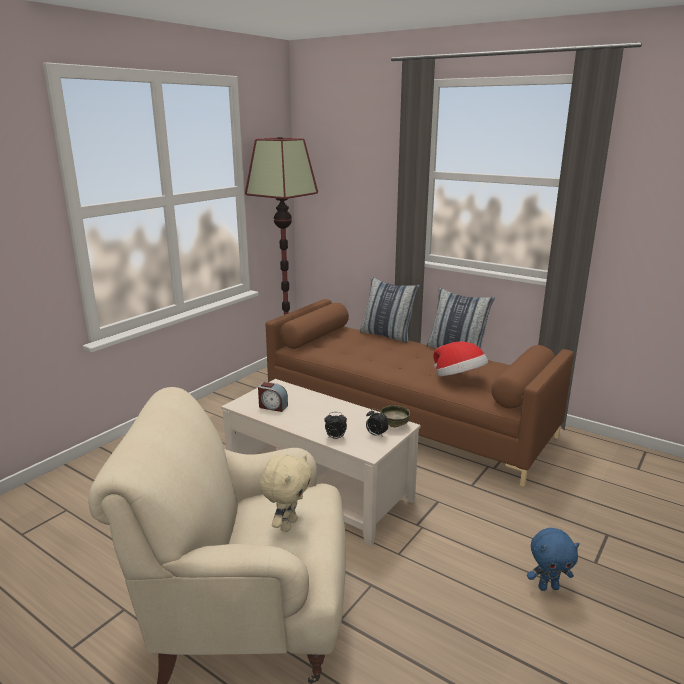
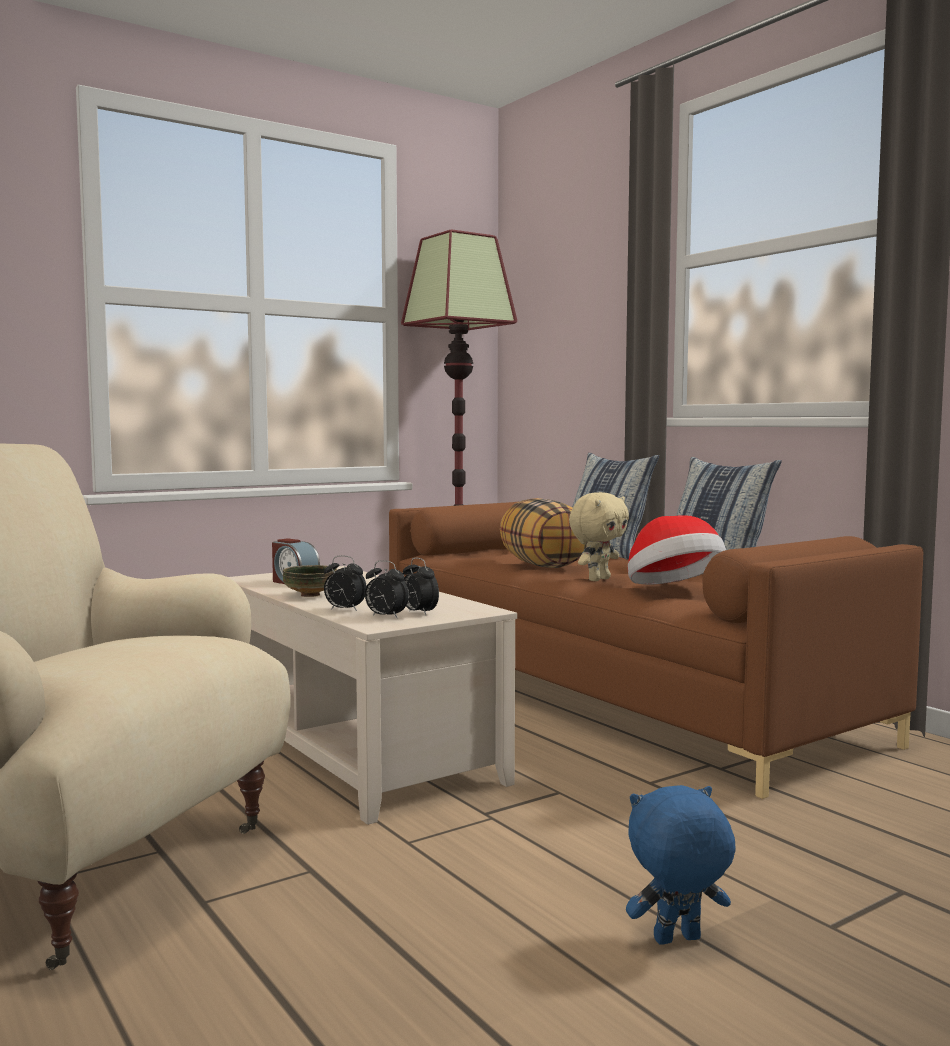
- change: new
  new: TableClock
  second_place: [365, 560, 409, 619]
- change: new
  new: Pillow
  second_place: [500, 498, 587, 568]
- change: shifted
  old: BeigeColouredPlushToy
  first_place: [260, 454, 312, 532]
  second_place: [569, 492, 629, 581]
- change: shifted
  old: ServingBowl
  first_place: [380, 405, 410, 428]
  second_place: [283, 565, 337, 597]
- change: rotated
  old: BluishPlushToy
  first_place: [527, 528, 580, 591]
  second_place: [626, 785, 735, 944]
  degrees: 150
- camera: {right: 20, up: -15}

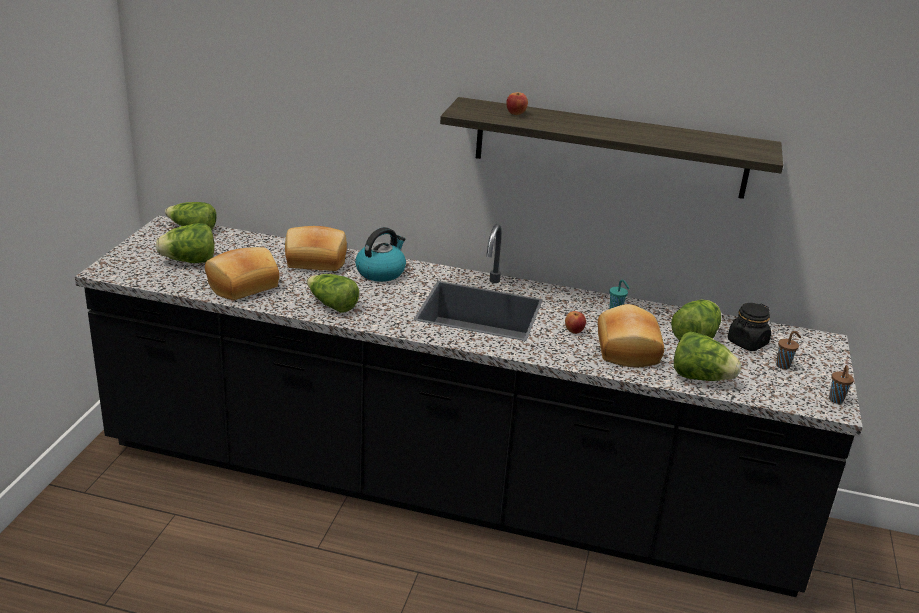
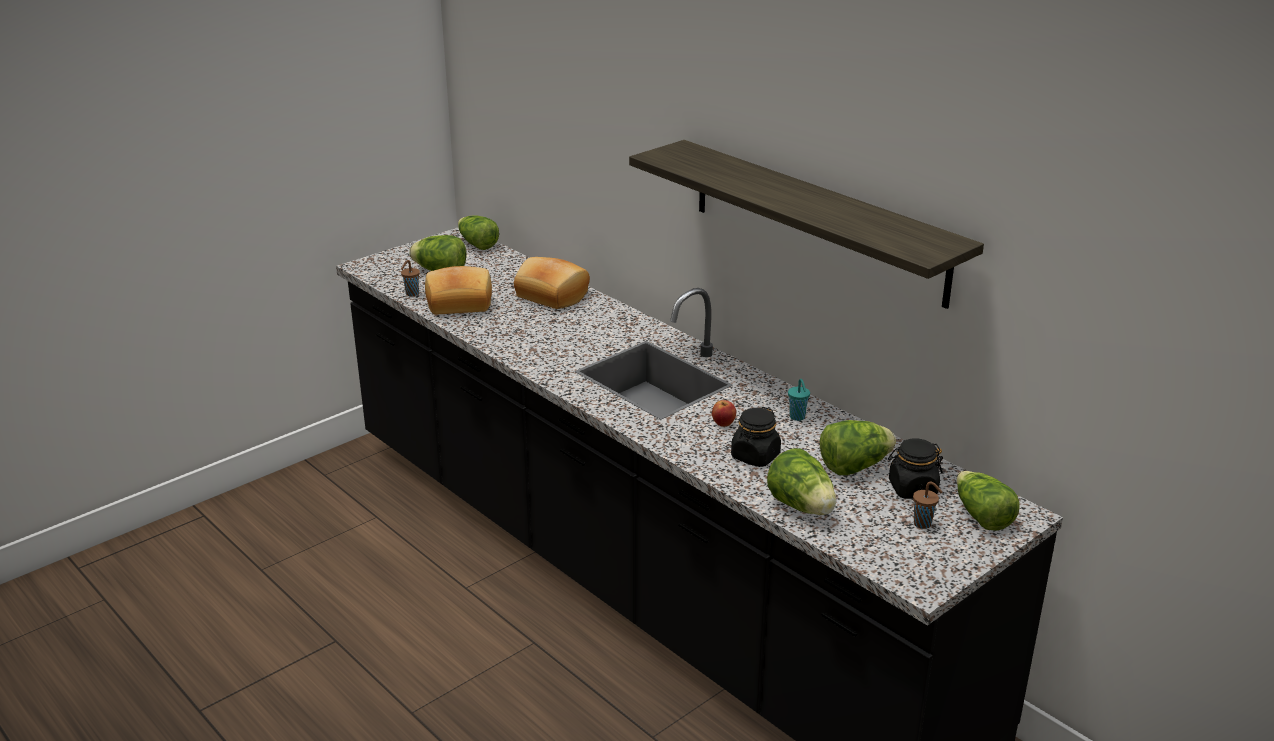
- change: gone
  old: Kettle
  first_place: [355, 227, 406, 282]
- change: gone
  old: Apple
  first_place: [506, 92, 528, 115]
- change: shifted
  old: Lettuce
  first_place: [307, 274, 359, 313]
  second_place: [957, 471, 1020, 531]
- change: shifted
  old: BrownColouredCup
  first_place: [829, 365, 854, 404]
  second_place: [401, 260, 420, 297]
- change: swapped
  old: Bread
  new: BlackJar
  first_place: [598, 304, 664, 367]
  second_place: [731, 407, 781, 467]
- camera: {right: 35, up: 0}

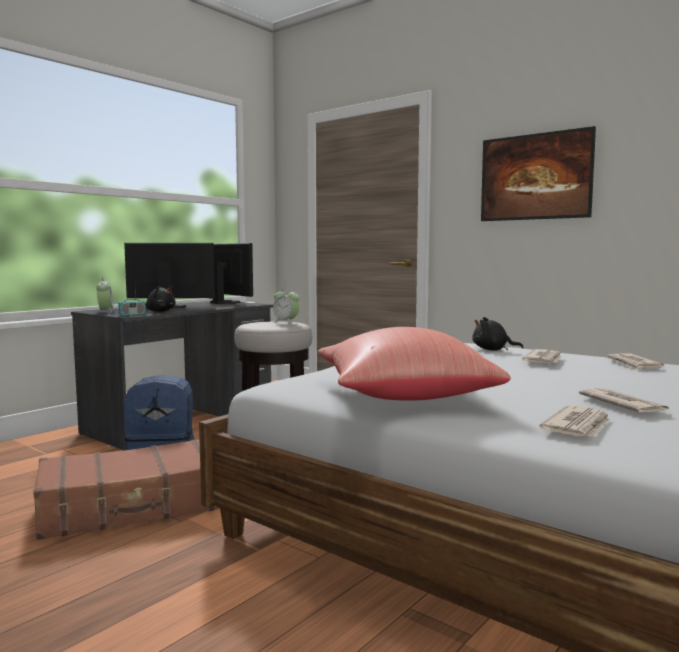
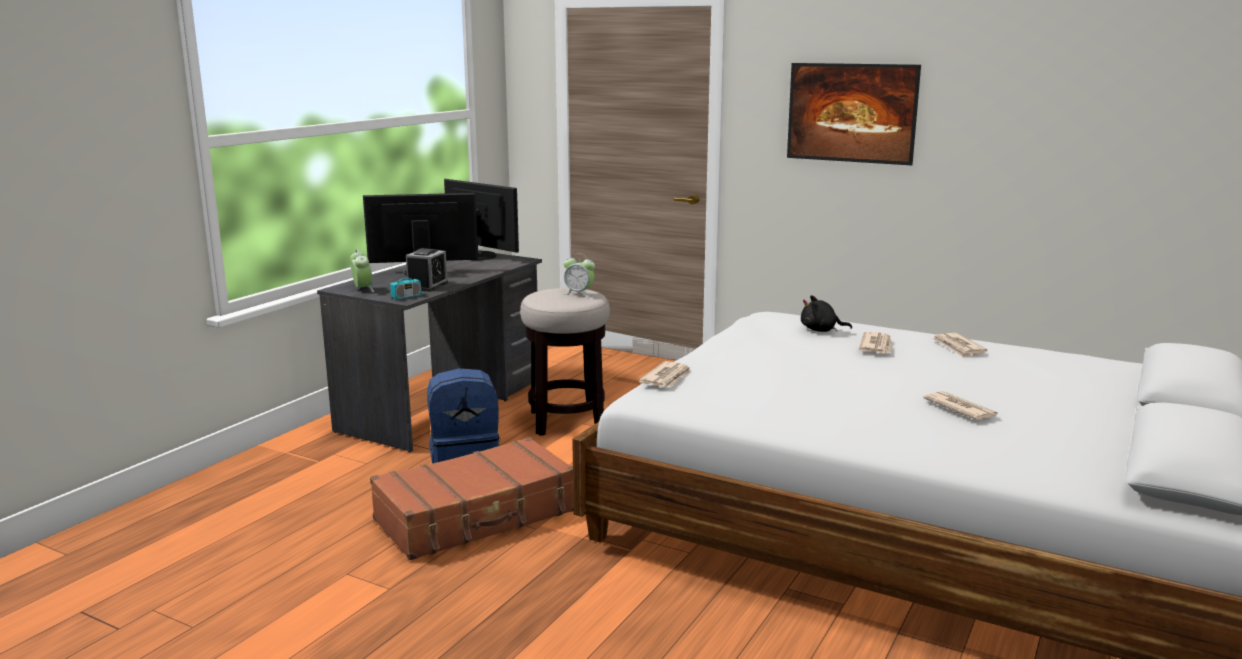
- change: gone
  old: RedColouredPillow
  first_place: [318, 327, 511, 401]
- change: shifted
  old: DailyPaper
  first_place: [539, 405, 610, 437]
  second_place: [638, 361, 691, 387]
- change: swapped
  old: BlackPlushToy
  new: TableClock
  first_place: [145, 286, 176, 312]
  second_place: [406, 248, 448, 292]
- camera: {right: -10, up: 10}

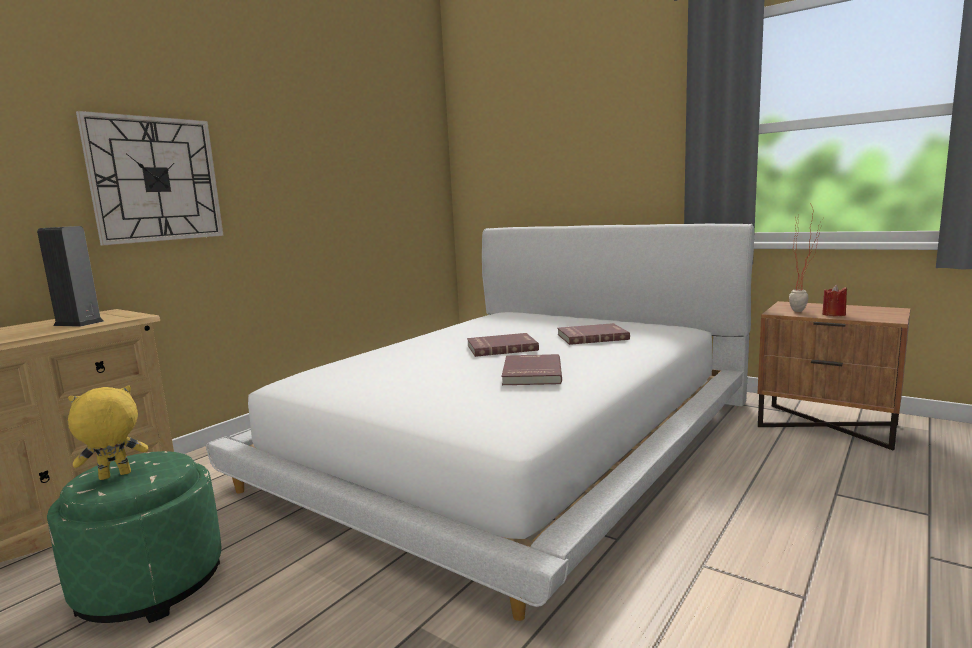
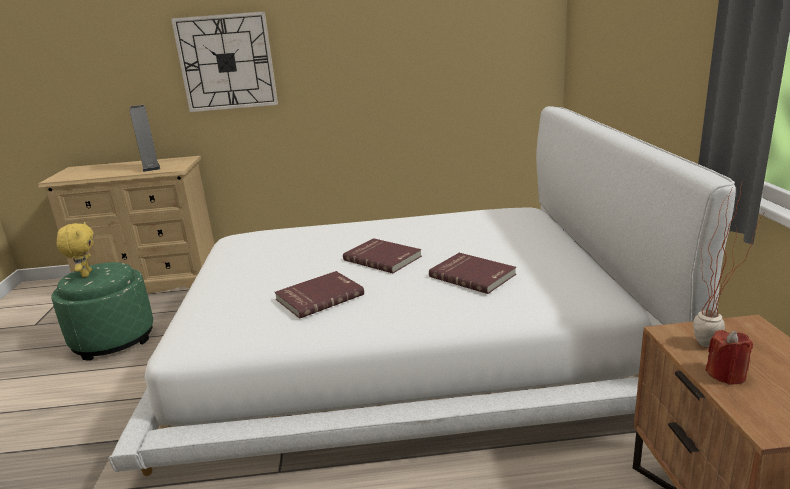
- change: rotated
  old: YellowColouredPlushToy
  first_place: [68, 386, 148, 480]
  second_place: [57, 222, 94, 277]
  degrees: 60
- camera: {right: 50, up: 10}

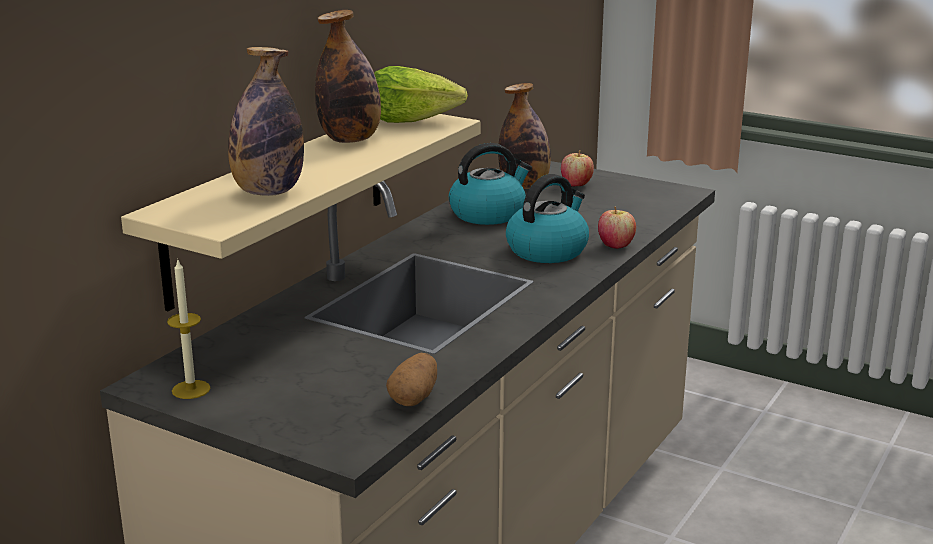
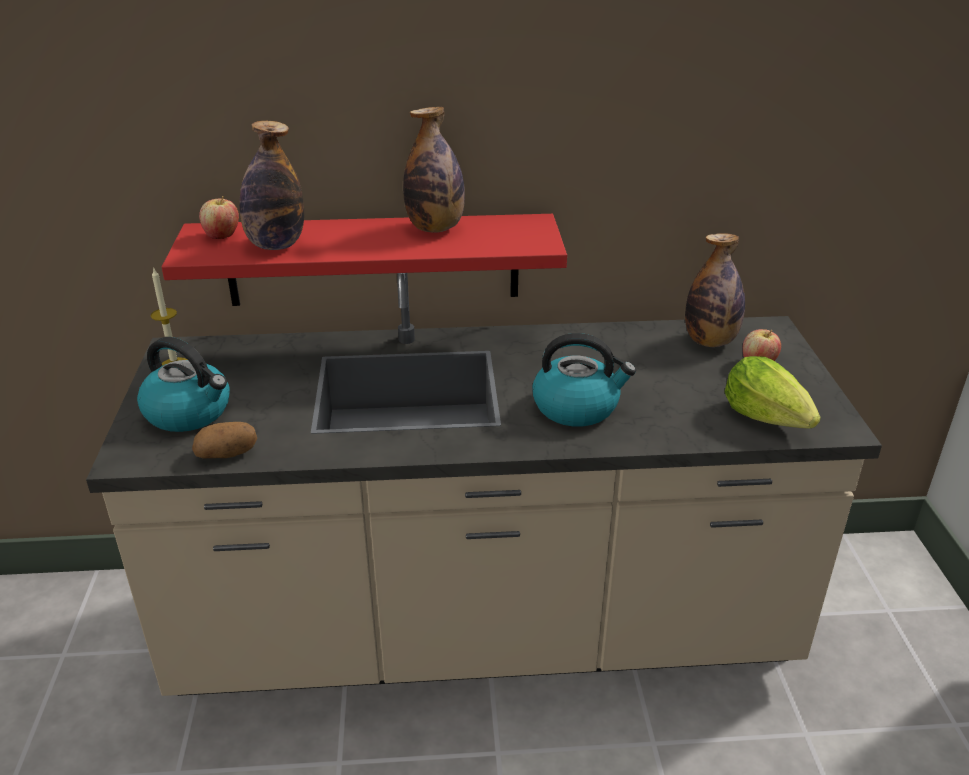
- change: shifted
  old: Lettuce
  first_place: [374, 66, 468, 123]
  second_place: [725, 356, 821, 429]
- change: shifted
  old: Kettle
  first_place: [449, 143, 532, 225]
  second_place: [137, 337, 230, 432]
- change: shifted
  old: Apple
  first_place: [598, 206, 636, 249]
  second_place: [199, 196, 239, 239]
- change: repainted
  old: BeigeColouredBracketShelf
  new: RedColouredBracketShelf
  first_place: [121, 114, 480, 311]
  second_place: [162, 214, 567, 306]
- camera: {right: 55, up: 10}

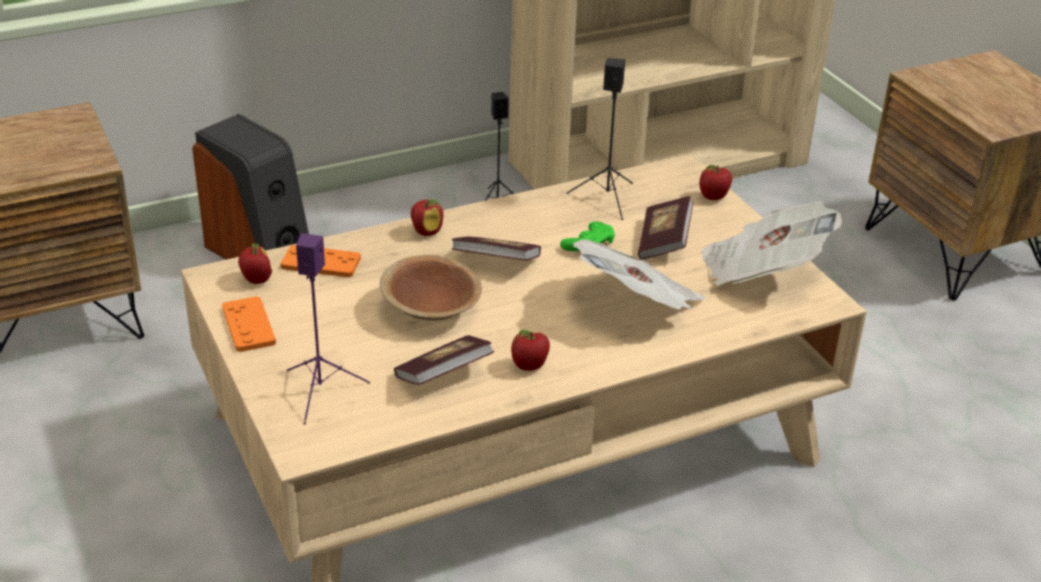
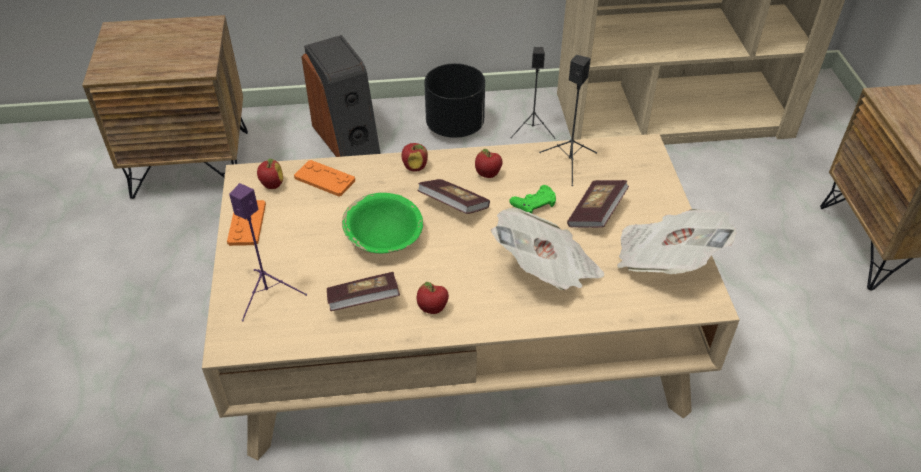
- change: new
  new: BlackFlowerPot
  second_place: [424, 63, 485, 138]
- change: shifted
  old: Apple
  first_place: [700, 165, 732, 200]
  second_place: [475, 149, 503, 178]
- change: repainted
  old: BrownColouredServingBowl
  new: GreenishServingBowl
  first_place: [380, 255, 482, 321]
  second_place: [342, 193, 423, 254]
- camera: {right: 20, up: 10}

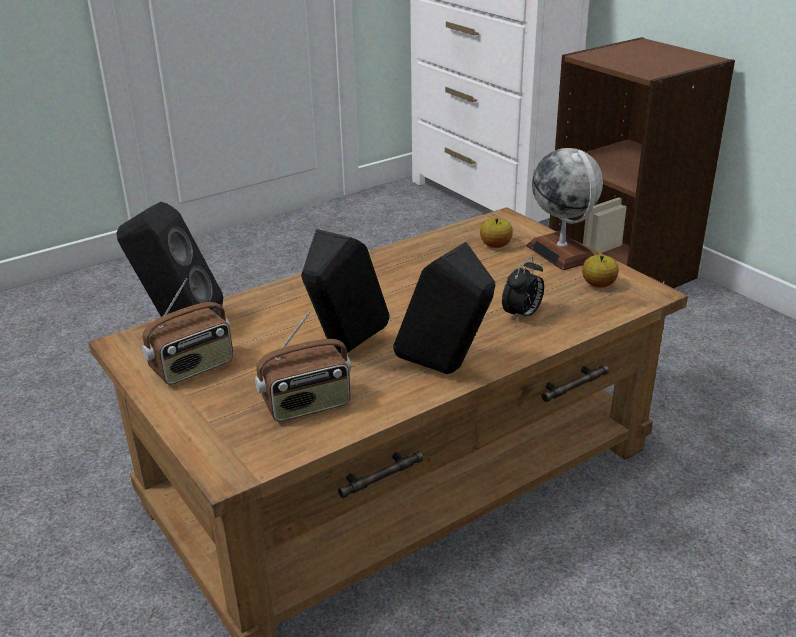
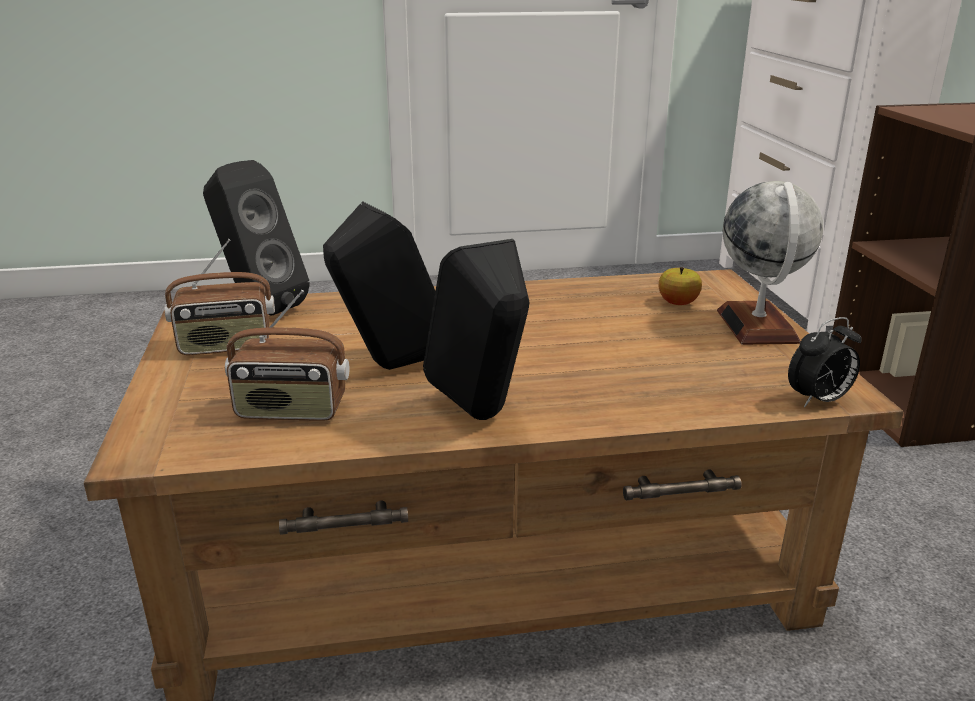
- change: gone
  old: Apple
  first_place: [582, 255, 619, 287]
- change: shifted
  old: TableClock
  first_place: [502, 257, 544, 322]
  second_place: [788, 317, 862, 407]
- camera: {right: 25, up: -5}

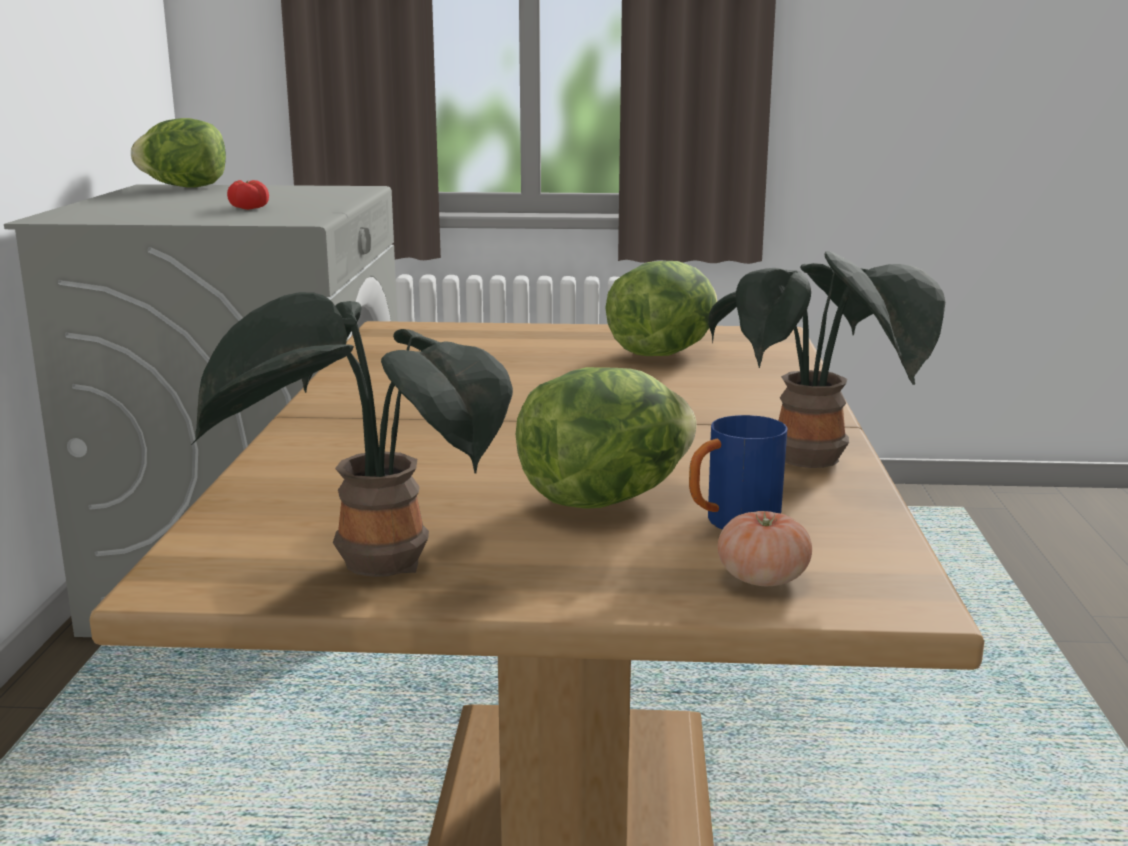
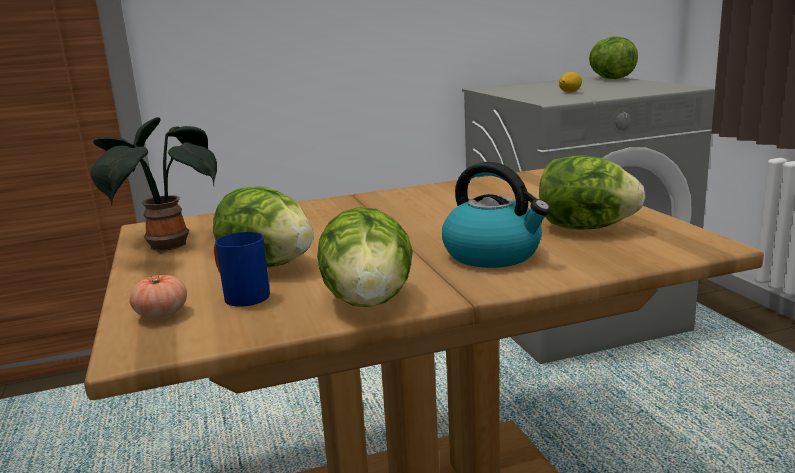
- change: new
  new: Kettle
  second_place: [442, 162, 550, 268]
- change: swapped
  old: WholeTomato
  new: WholeLemon
  first_place: [227, 180, 269, 210]
  second_place: [559, 72, 582, 93]
- change: swapped
  old: Houseplant
  new: Lettuce
  first_place: [708, 251, 945, 468]
  second_place: [317, 207, 413, 307]
- camera: {right: 70, up: 0}

